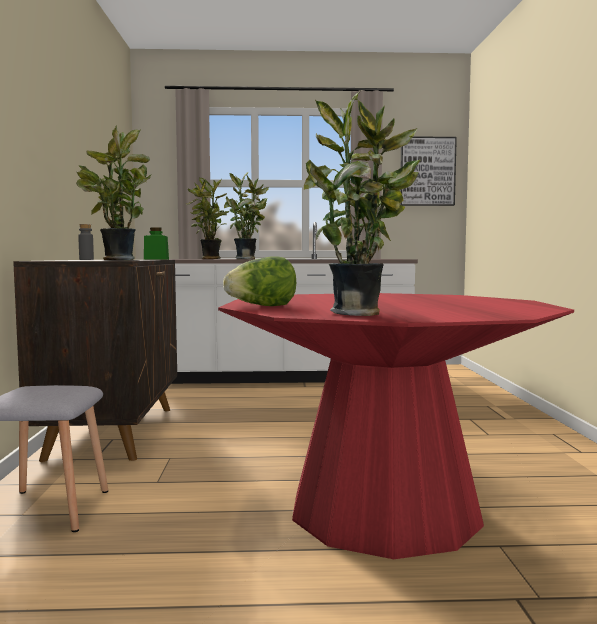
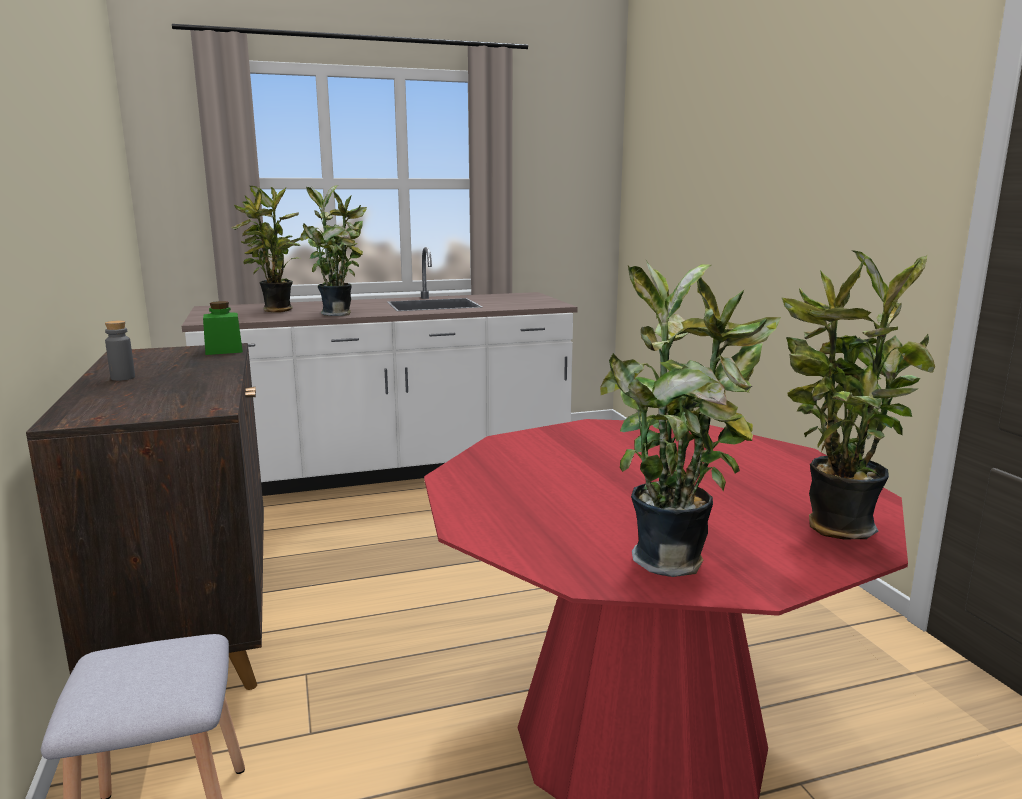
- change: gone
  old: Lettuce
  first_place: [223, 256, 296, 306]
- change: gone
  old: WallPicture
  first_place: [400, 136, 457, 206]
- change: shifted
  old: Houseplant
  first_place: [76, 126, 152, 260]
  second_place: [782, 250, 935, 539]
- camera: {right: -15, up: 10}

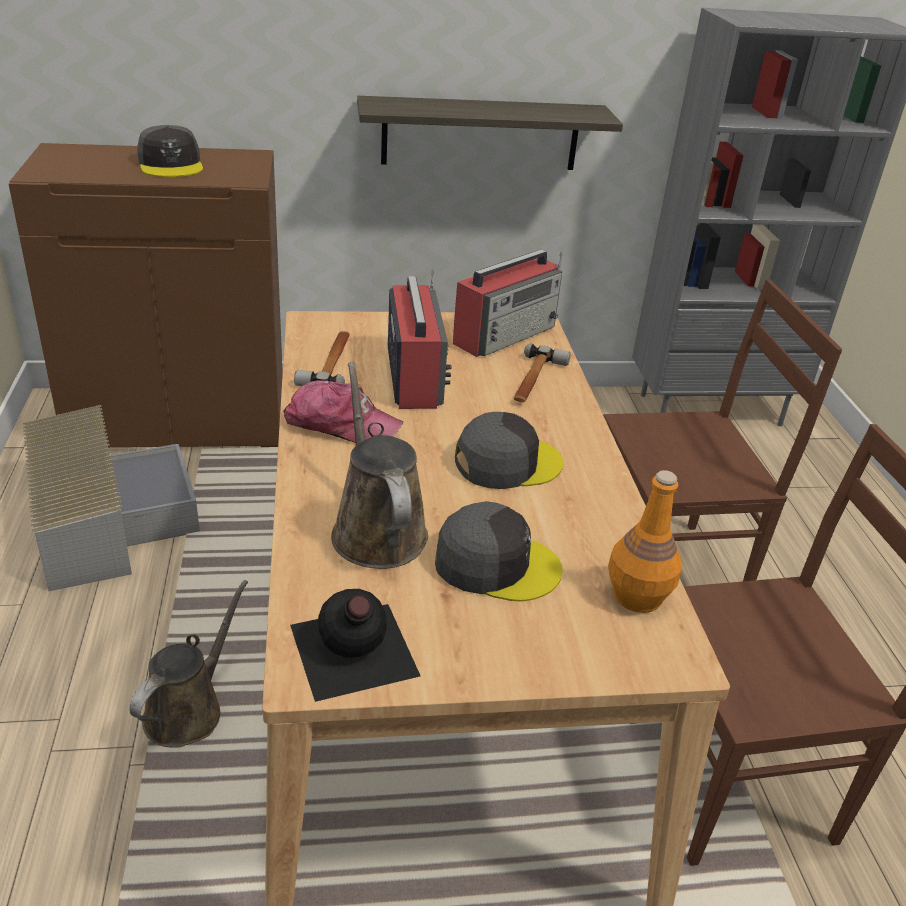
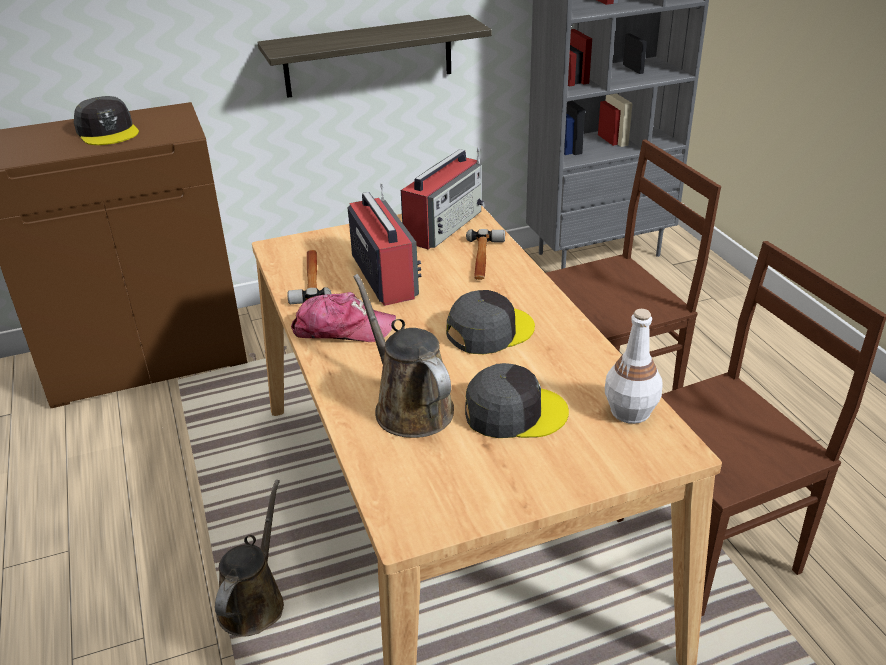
- change: gone
  old: GrayStorageBin
  first_place: [23, 405, 200, 591]
- change: gone
  old: BlackDrinkBottle
  first_place: [290, 589, 420, 702]
- change: repainted
  old: OrangeDrinkBottle
  new: WhitishDrinkBottle
  first_place: [608, 470, 682, 613]
  second_place: [605, 309, 663, 424]
- camera: {right: -10, up: 0}

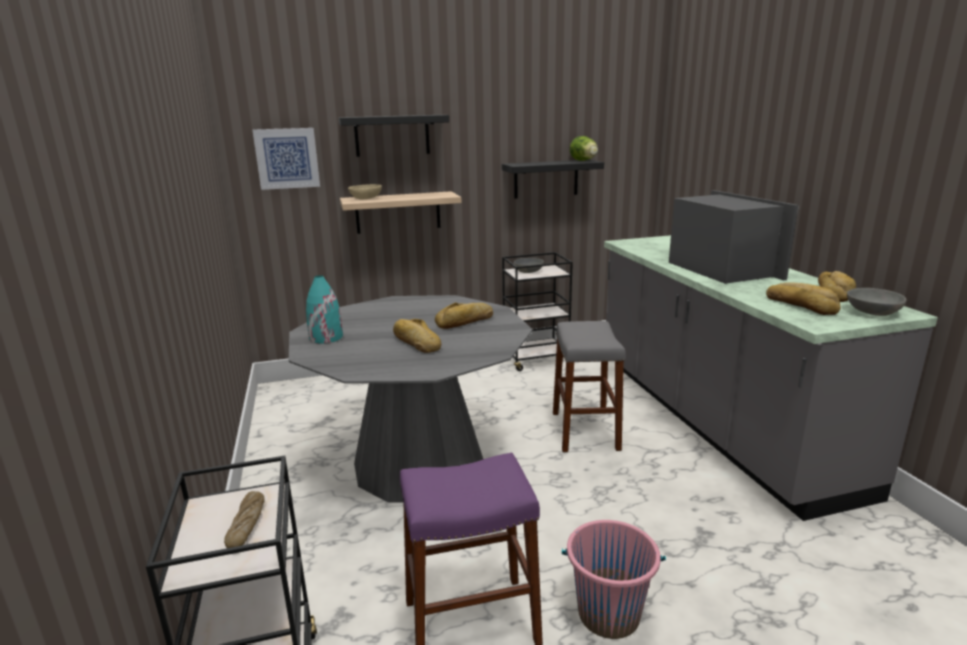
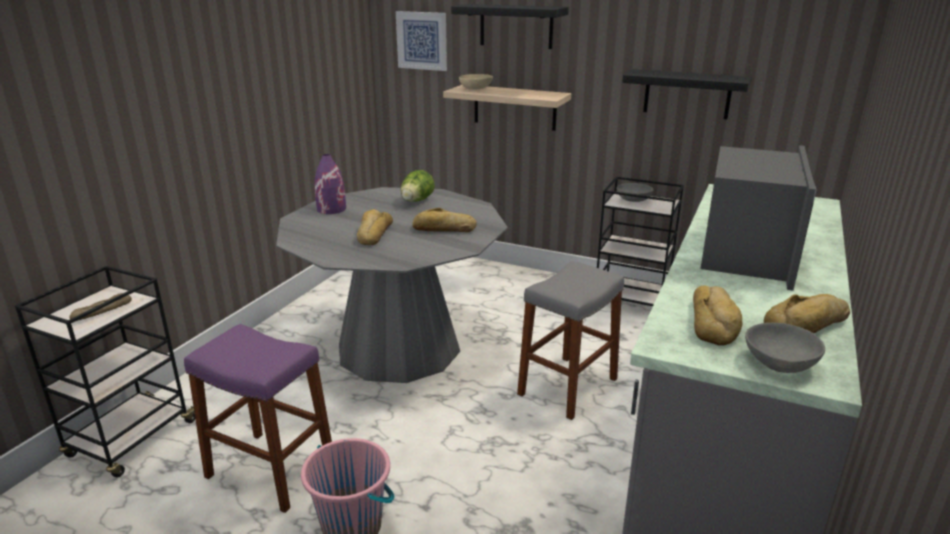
- change: shifted
  old: Lettuce
  first_place: [570, 136, 598, 161]
  second_place: [401, 170, 435, 202]
- change: repainted
  old: BlueGreenFlowerVase
  new: PurplishFlowerVase
  first_place: [306, 275, 343, 344]
  second_place: [315, 154, 346, 214]
- camera: {right: 40, up: 5}

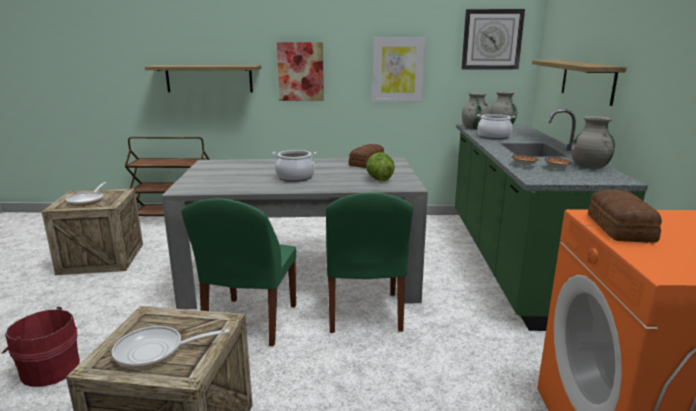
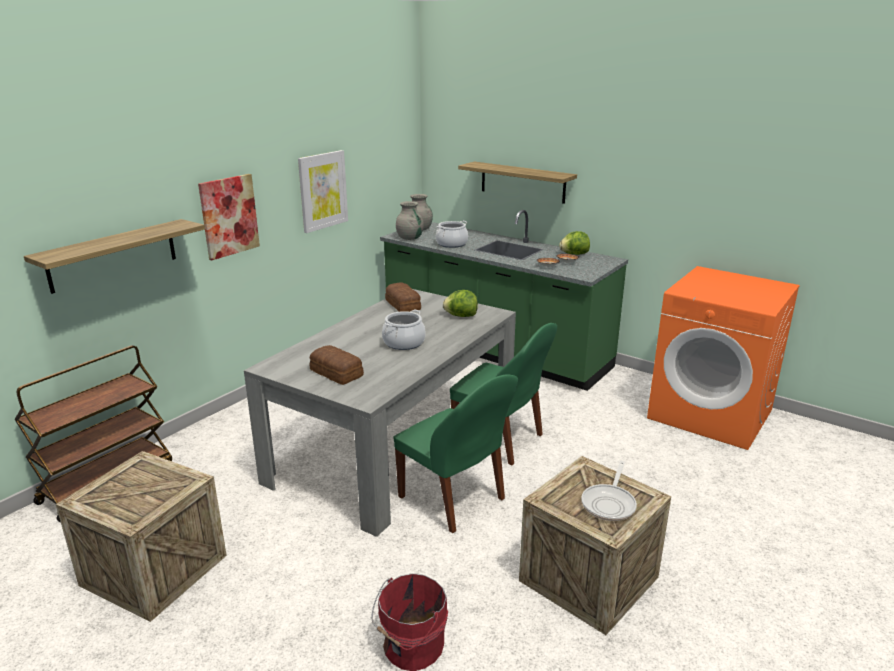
- change: gone
  old: FryingPan
  first_place: [66, 182, 106, 206]
- change: gone
  old: HangingClock
  first_place: [462, 9, 525, 69]
- change: shifted
  old: Bread
  first_place: [588, 189, 662, 243]
  second_place: [310, 345, 364, 385]
- change: swapped
  old: GrayFlowerVase
  new: Lettuce
  first_place: [571, 116, 615, 169]
  second_place: [559, 231, 590, 255]
- camera: {right: -55, up: 5}

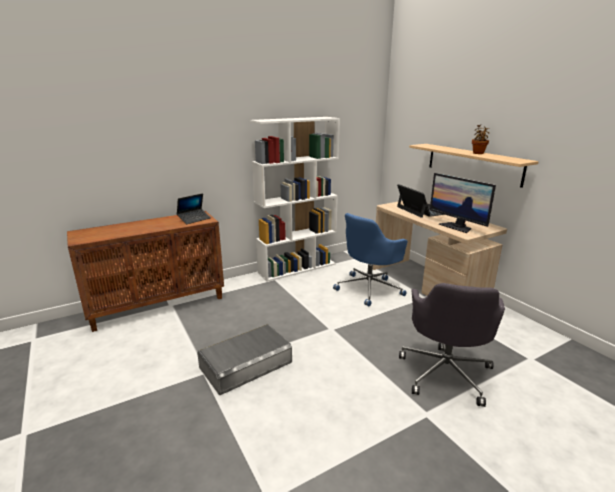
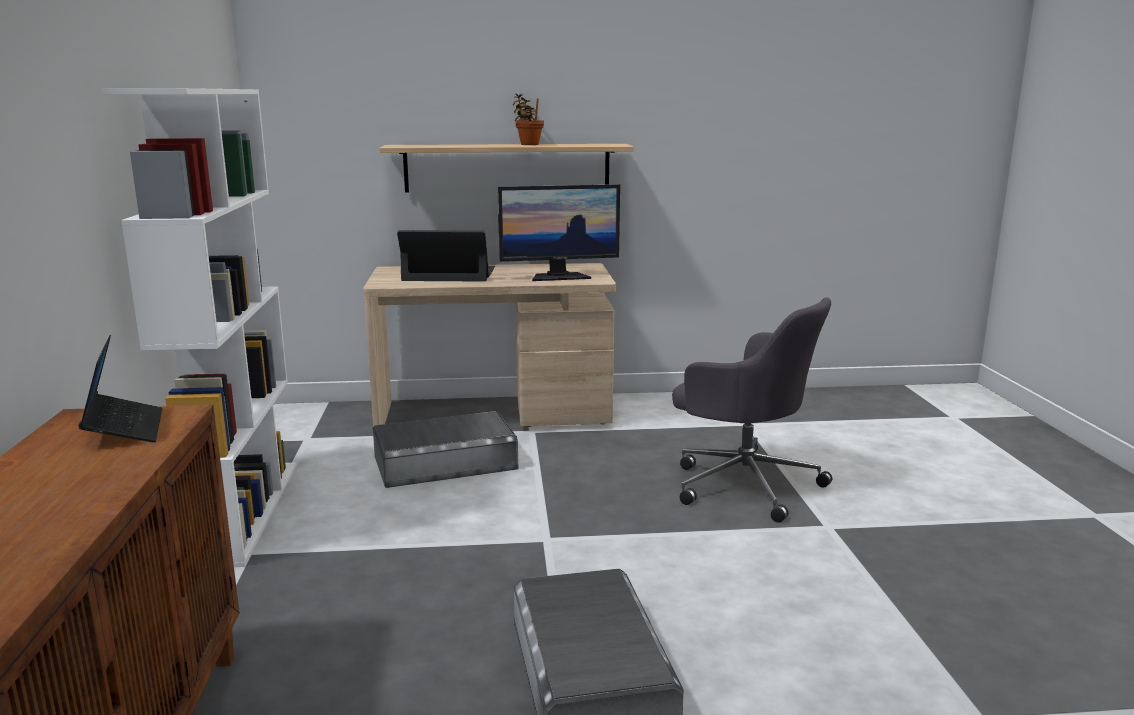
- change: swapped
  old: BluishDeskChair
  new: GrayStorageBin
  first_place: [333, 213, 407, 306]
  second_place: [373, 411, 518, 488]
- camera: {right: -65, up: -5}

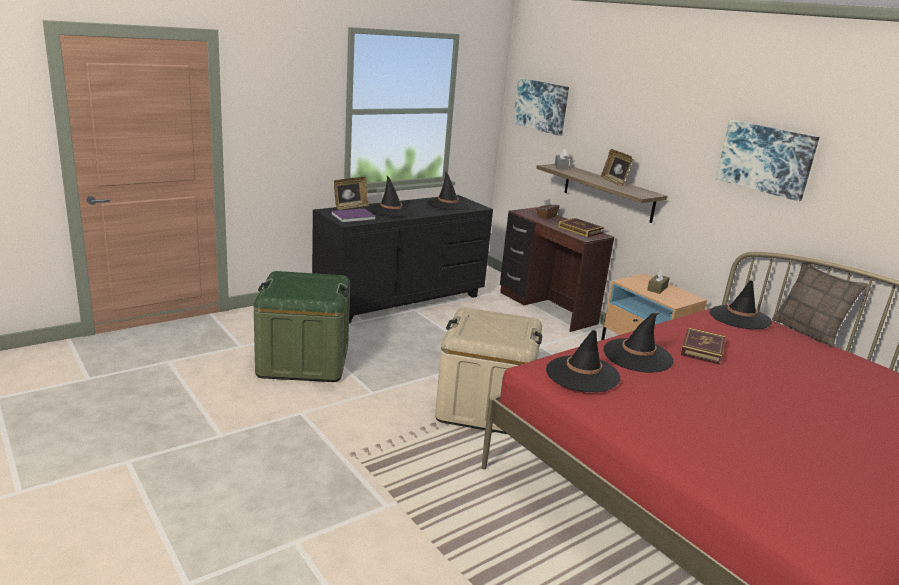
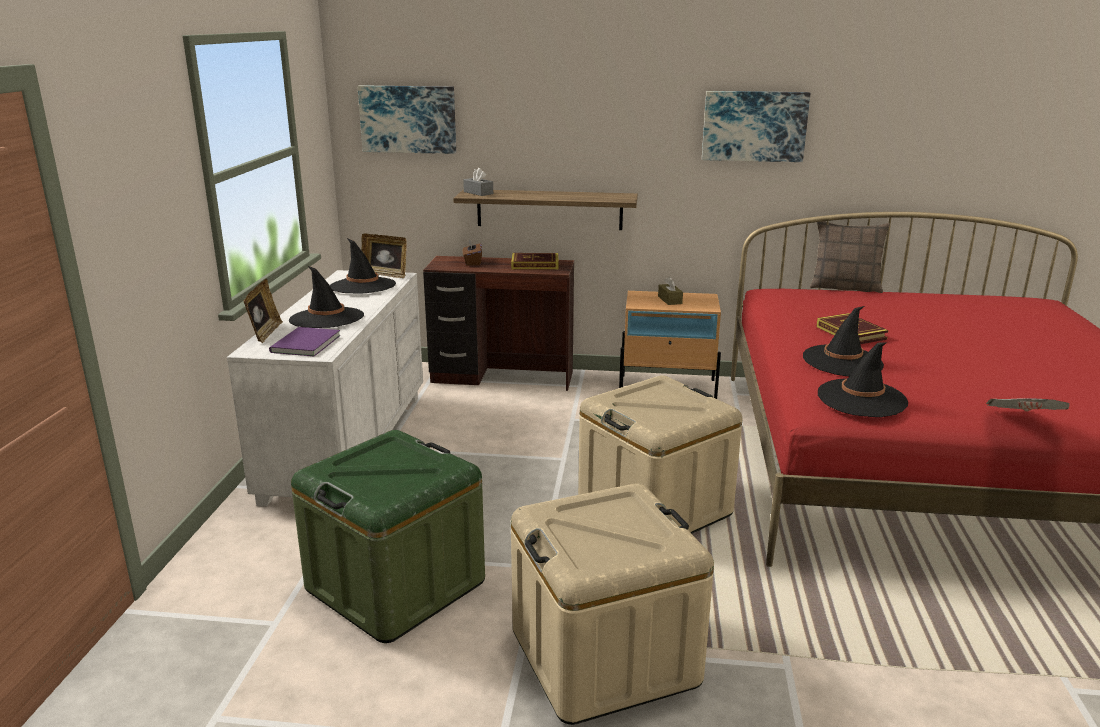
- change: gone
  old: BlackClothingHat
  first_place: [710, 280, 772, 329]
- change: new
  new: BeigeColouredStorageBin
  second_place: [511, 483, 714, 725]
- change: new
  new: DailyPaper
  second_place: [986, 398, 1070, 412]
- change: shifted
  old: PictureFrame
  first_place: [601, 149, 633, 187]
  second_place: [361, 233, 407, 278]
- change: repainted
  old: BlackDrawerChest
  new: WhitishDrawerChest
  first_place: [312, 195, 493, 324]
  second_place: [227, 270, 423, 507]
- camera: {right: -45, up: 0}

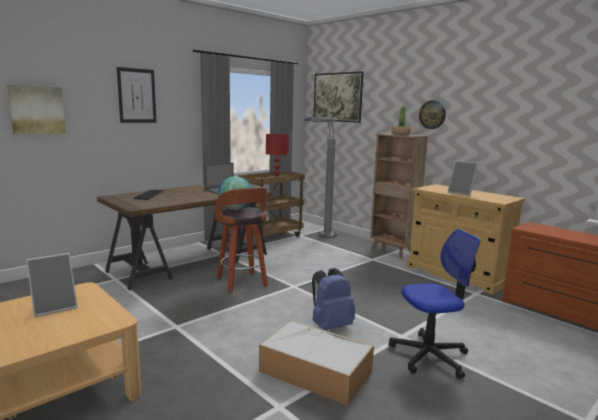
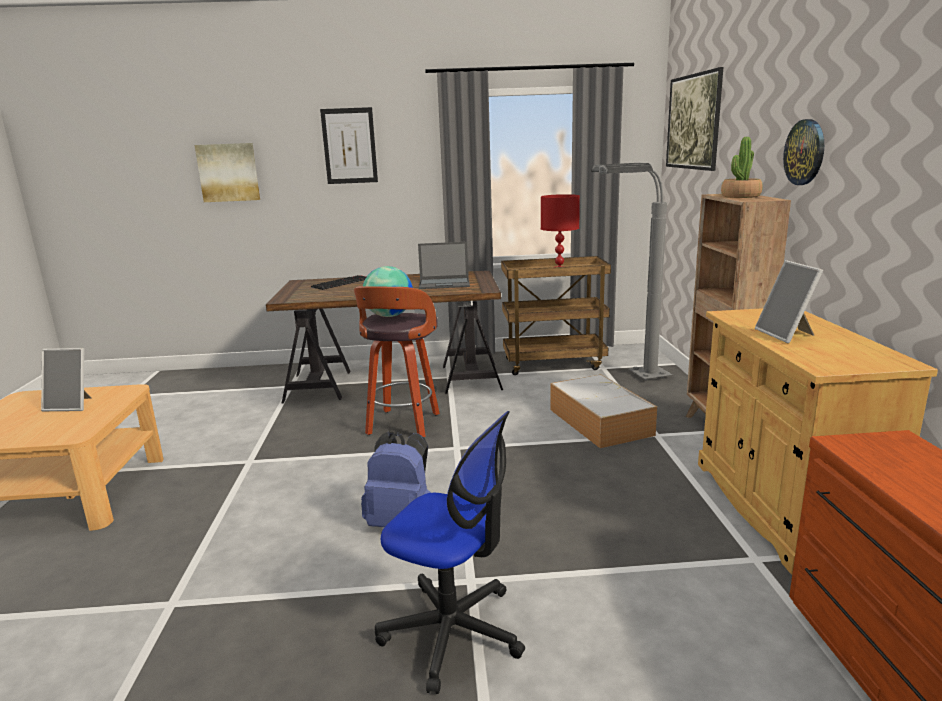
- change: shifted
  old: StorageBin
  first_place: [259, 320, 374, 406]
  second_place: [550, 374, 657, 448]
- camera: {right: 40, up: 5}

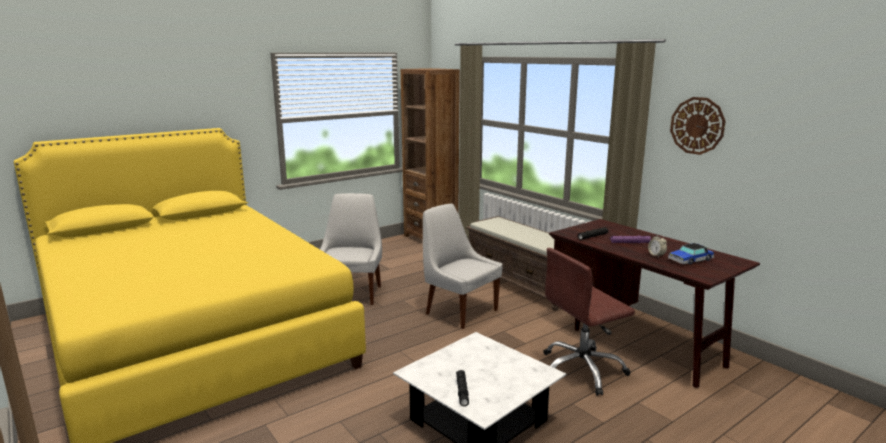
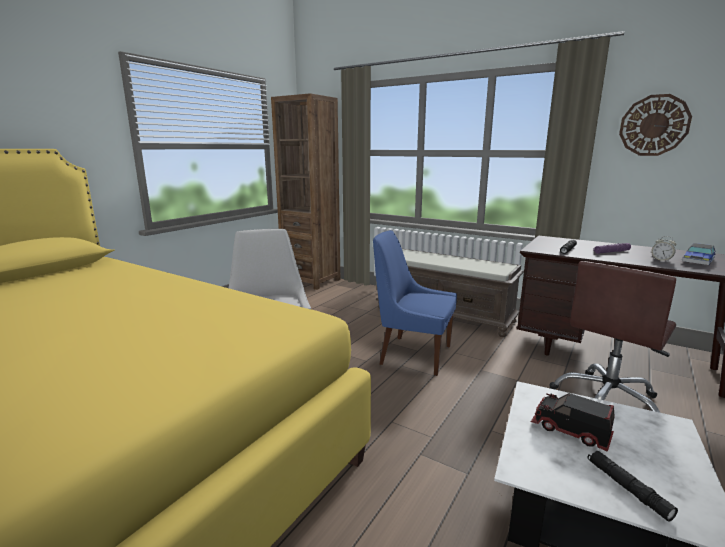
- change: new
  new: ToyLorry
  second_place: [531, 393, 615, 452]
- change: repainted
  old: WhitishChair
  new: BluishChair
  first_place: [423, 204, 503, 329]
  second_place: [373, 230, 457, 376]
- camera: {right: -20, up: 0}

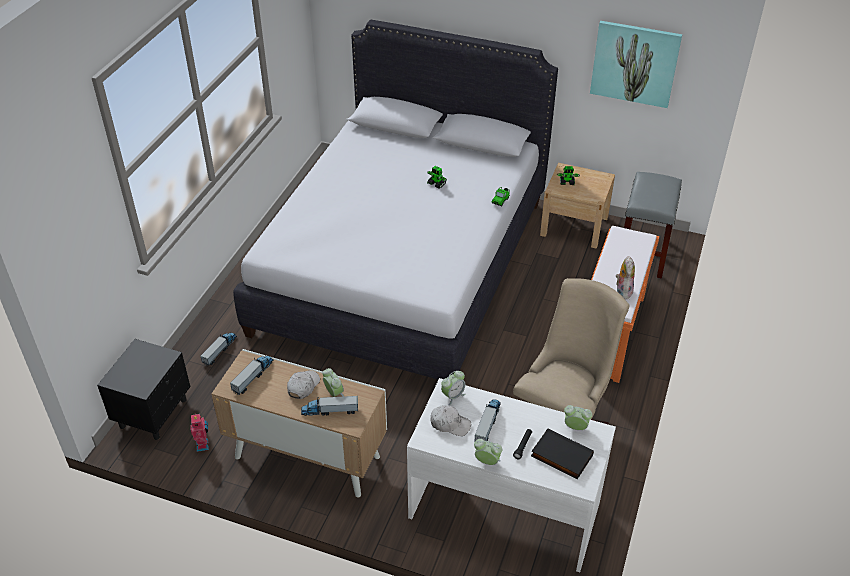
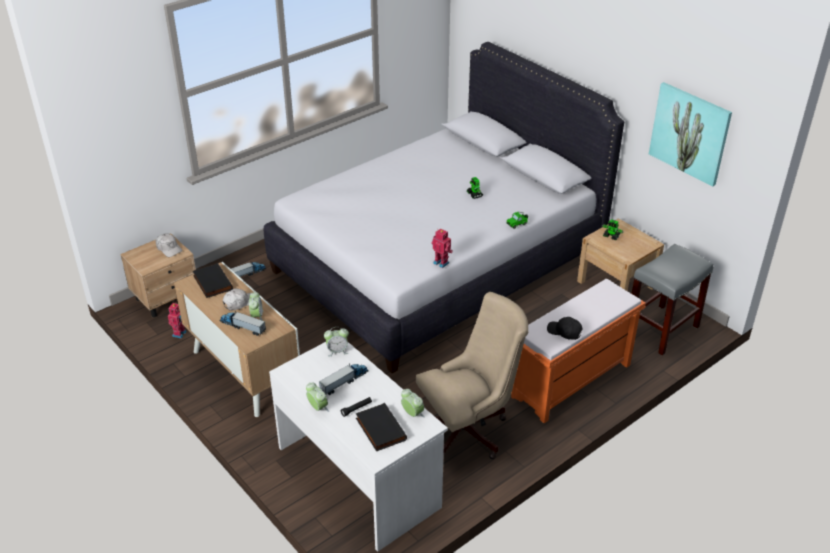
- change: new
  new: RobotFigure
  second_place: [431, 228, 453, 268]
- change: shifted
  old: WhitishCap
  first_place: [430, 405, 471, 436]
  second_place: [156, 234, 183, 257]
- change: swapped
  old: ToyLorry
  new: BlackBook
  first_place: [230, 356, 274, 394]
  second_place: [193, 263, 233, 298]
- change: swapped
  old: PlushToy
  new: BlackCap
  first_place: [616, 256, 635, 299]
  second_place: [547, 317, 583, 340]
- change: repainted
  old: BlackBedsideTable
  new: BeigeColouredBedsideTable
  first_place: [97, 339, 191, 440]
  second_place: [120, 233, 196, 318]
- camera: {right: 30, up: -5}

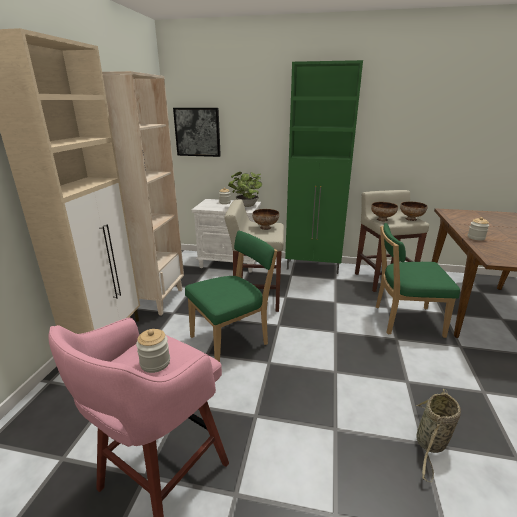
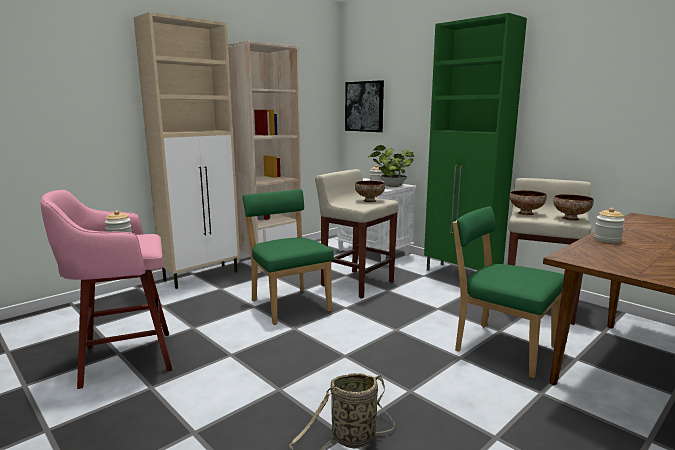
- change: rotated
  old: GreenishChair
  first_place: [185, 231, 277, 362]
  second_place: [243, 189, 334, 325]
  degrees: -120
- camera: {right: 35, up: -10}

